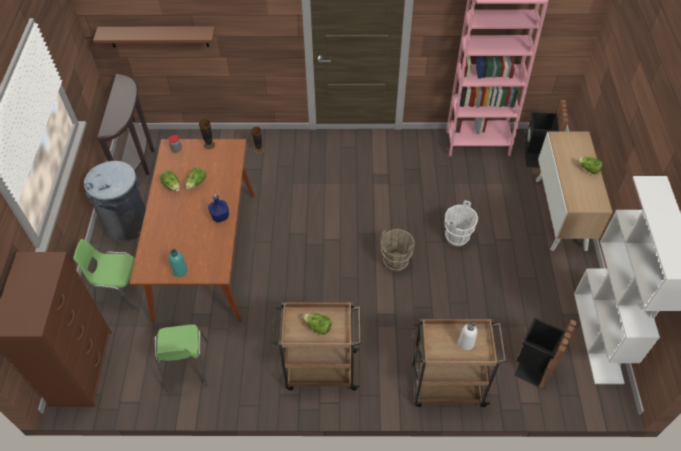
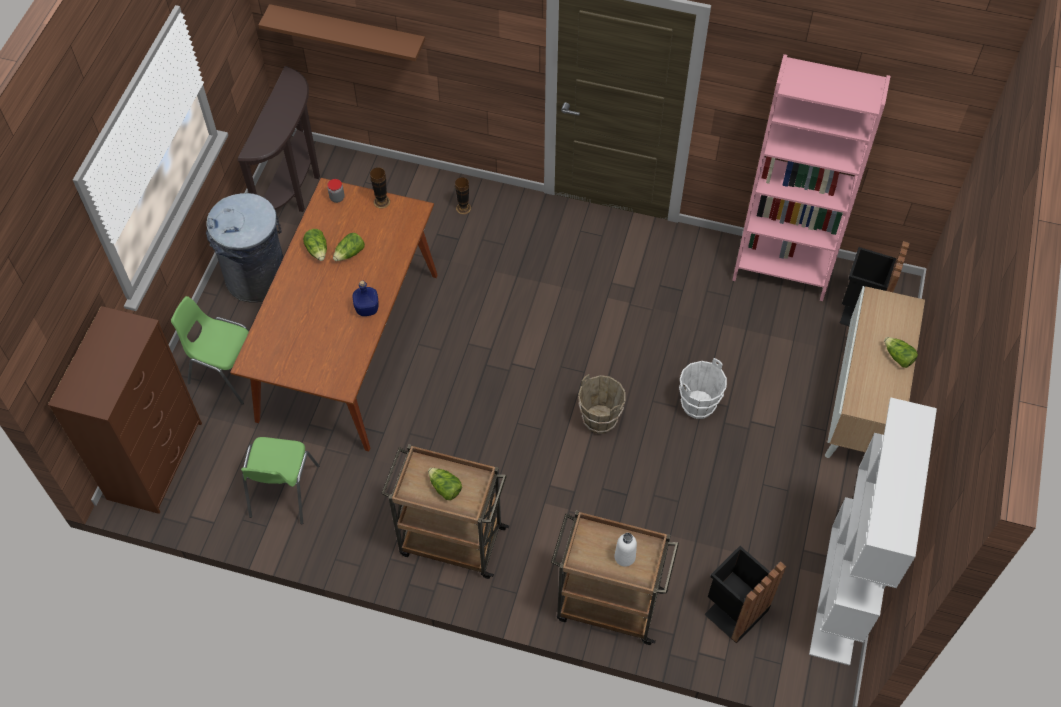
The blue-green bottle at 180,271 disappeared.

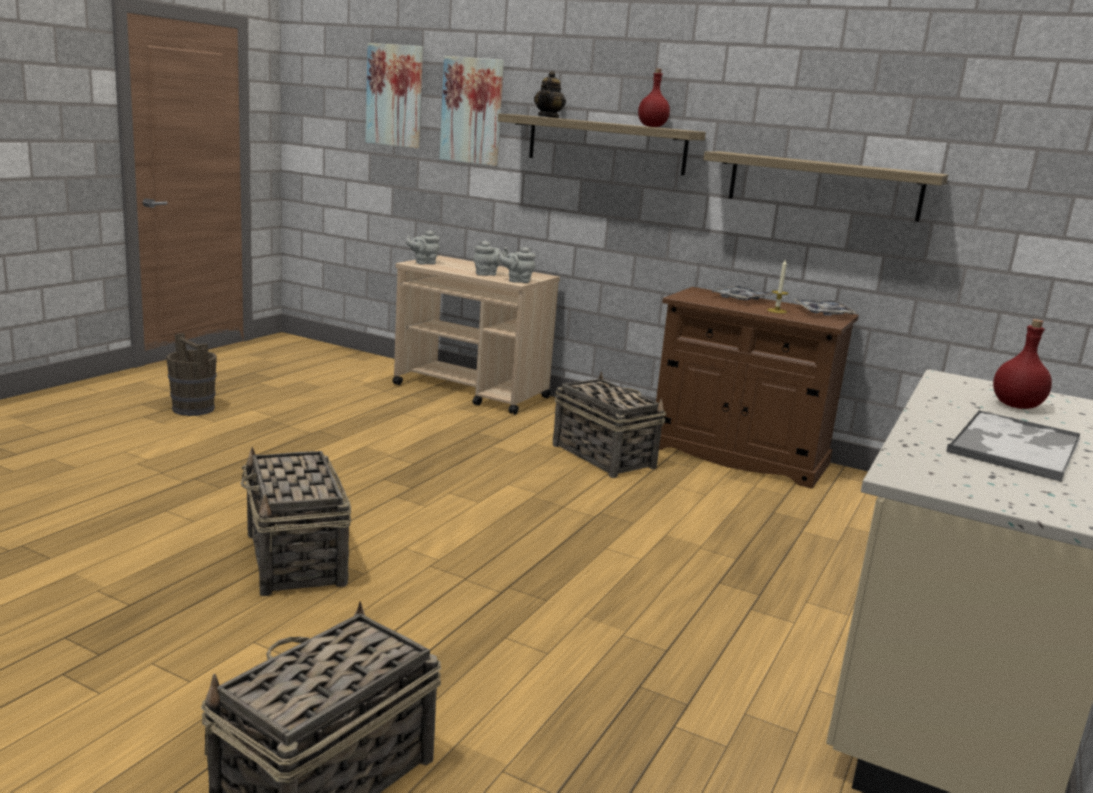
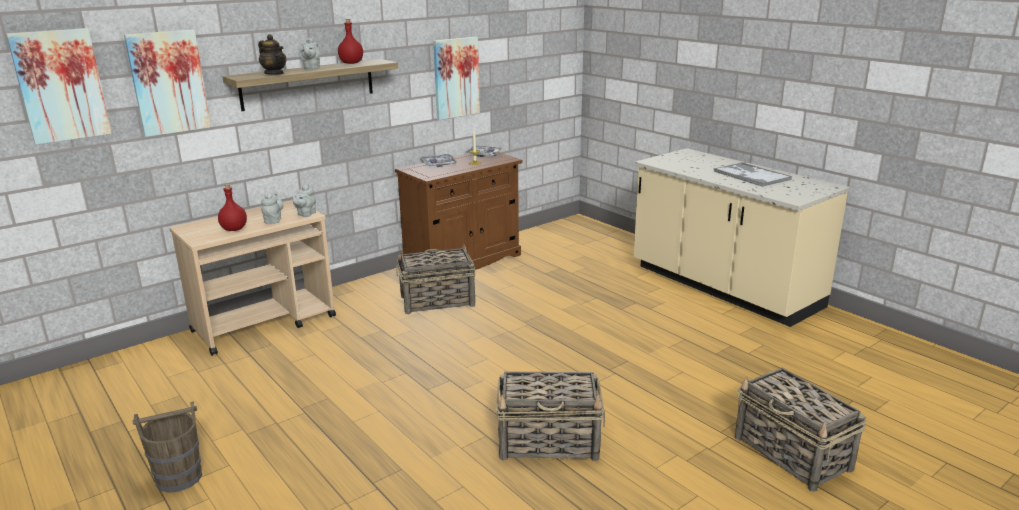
The gray pot for tea moved from 423,263 to 311,68. The bracket shelf at 823,186 was replaced by the picture at 456,78. The reddish bottle moved from 1016,406 to 234,229.

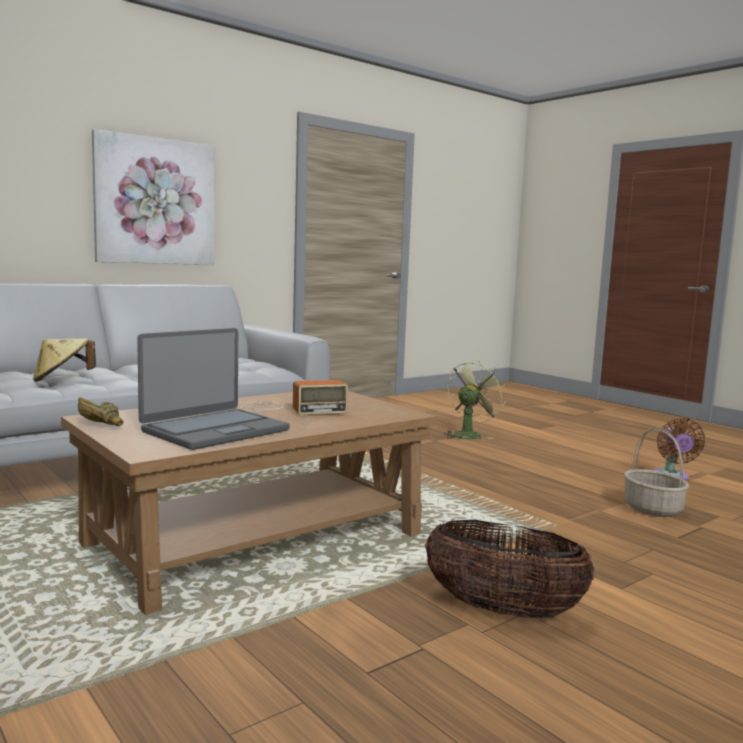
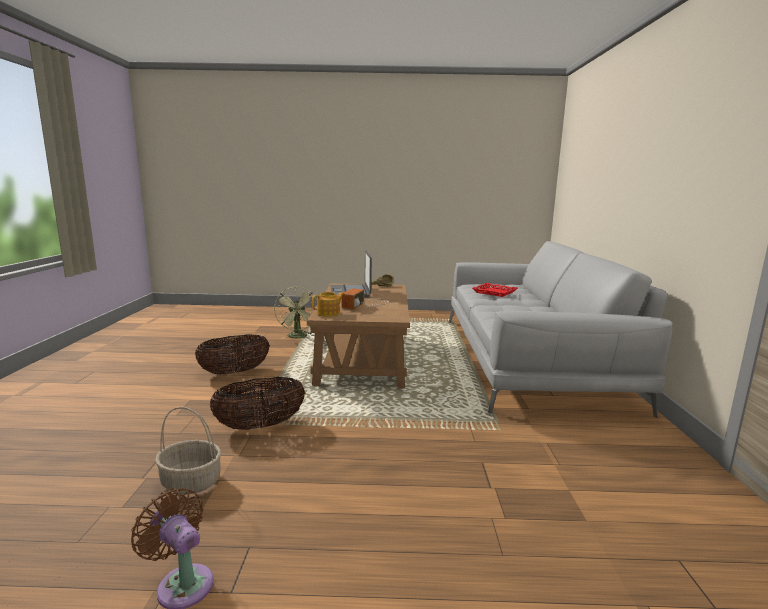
The beige-coloured clothing hat at 62,379 was replaced by the reddish tray at 494,292. The picture at 155,201 disappeared. The green-coloured electric fan moved from 469,435 to 298,337. The household basket at 260,425 appeared. The pot for tea at 329,313 appeared.

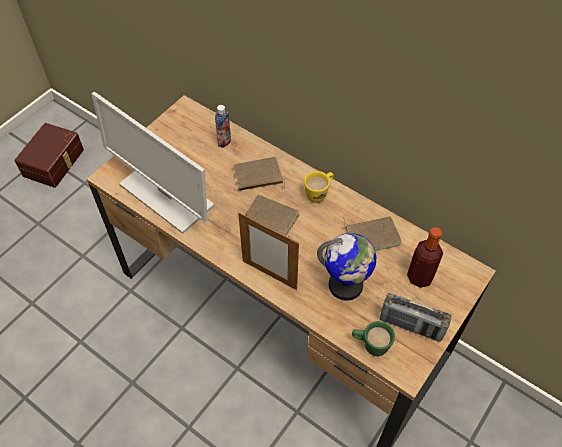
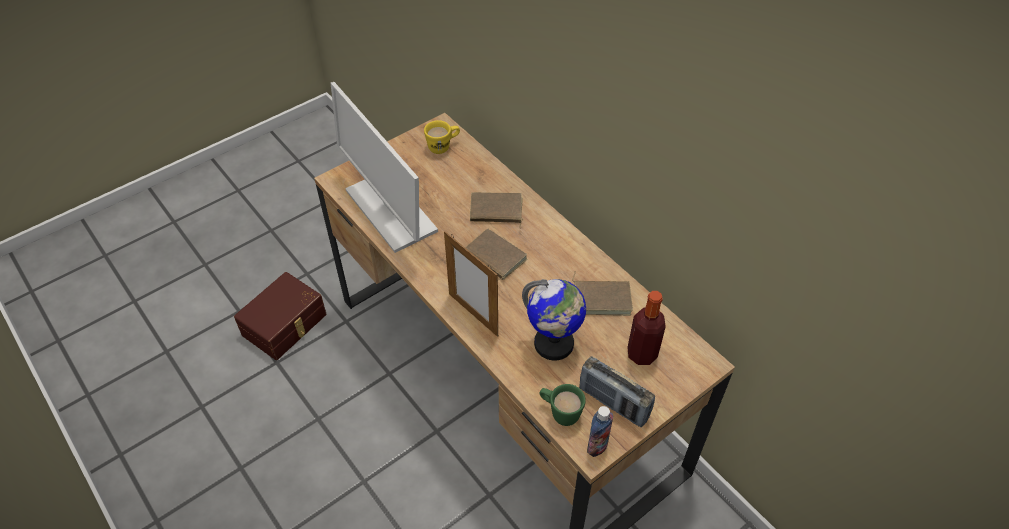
The brownish storage bin moved from 55,163 to 286,325. The bottle moved from 224,141 to 597,446. The yellow tea mug moved from 319,193 to 443,146.

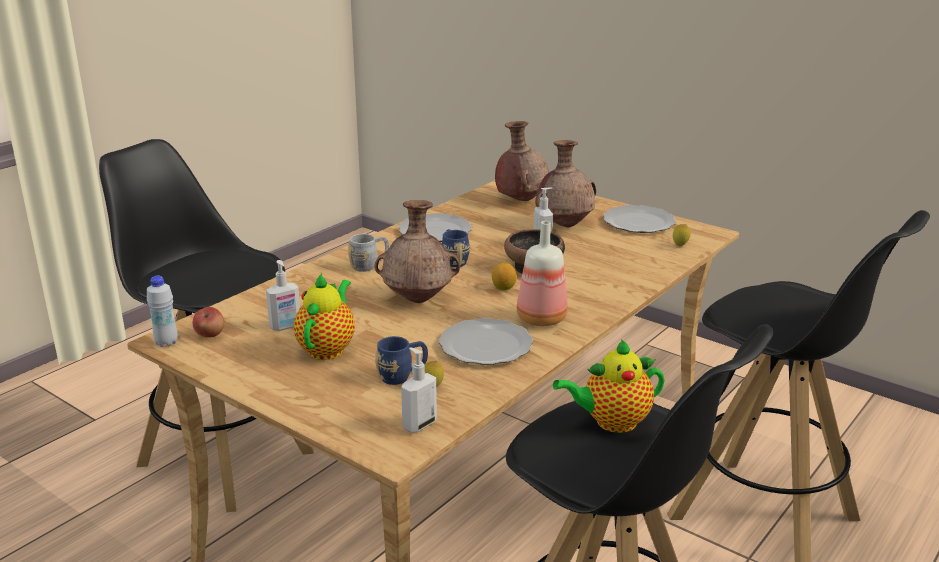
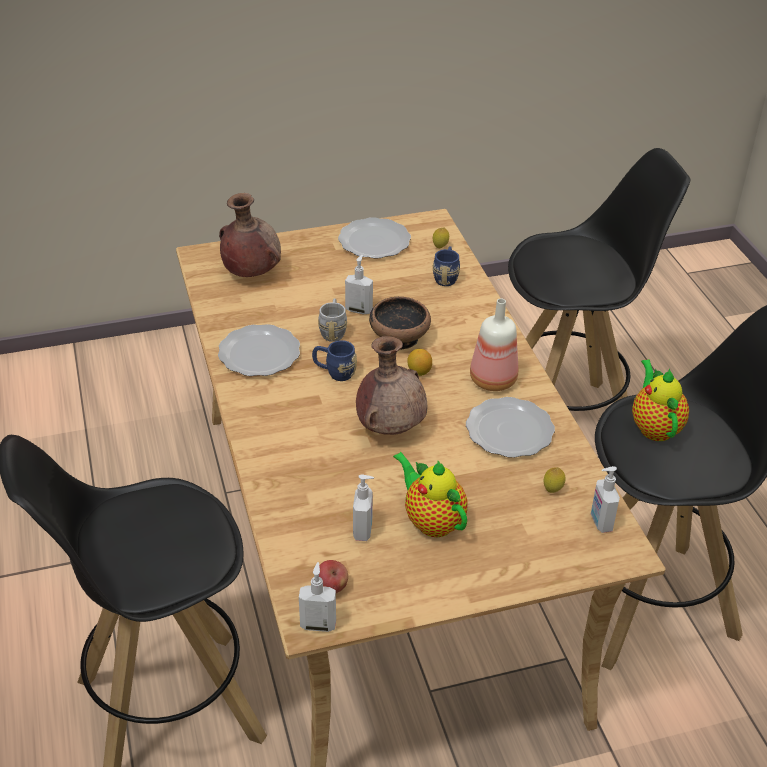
The whitish bottle at 166,342 was replaced by the soap bottle at 318,624. The gray tea mug moved from 369,265 to 333,330. The blue-coloured tea mug moved from 402,376 to 446,276. The brownish flower vase at 565,225 disappeared. The pot for tea at 611,422 turned 150 degrees clockwise.

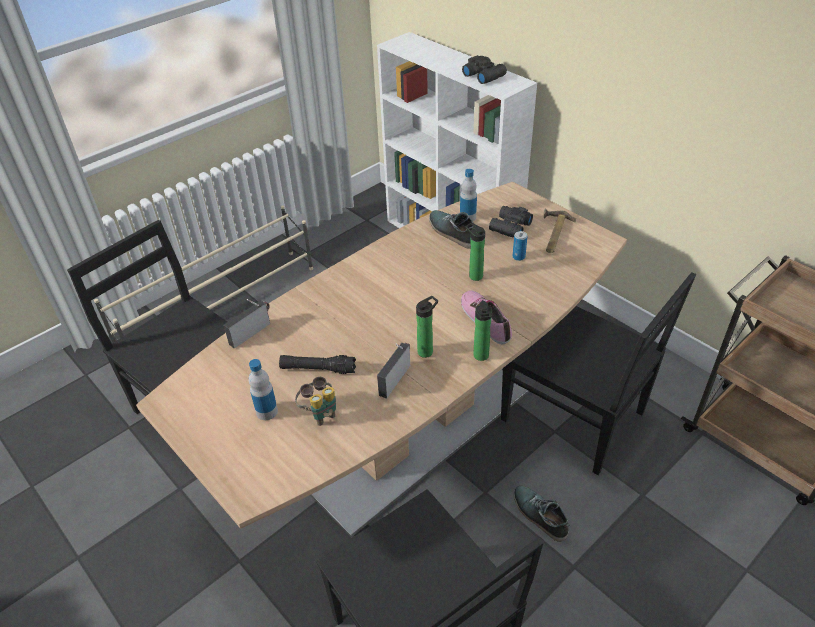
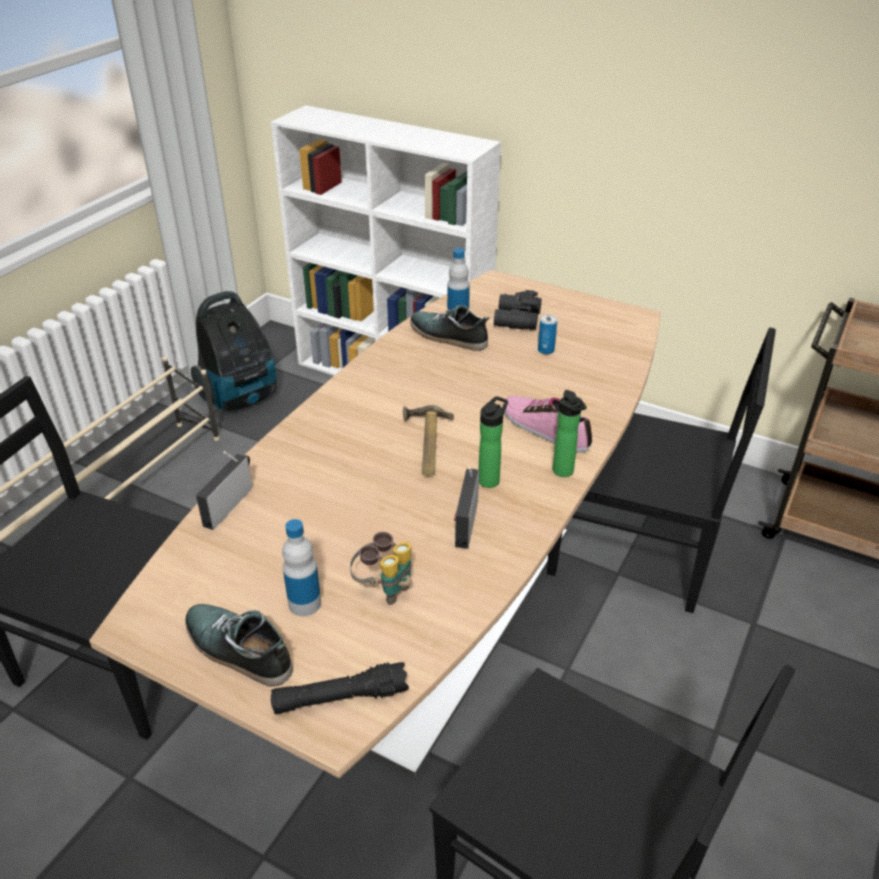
The blackish flashlight moved from 318,369 to 340,698. The blackish pair of binoculars at 484,75 disappeared. The bottle at 474,275 disappeared. The item of footwear moved from 539,515 to 237,650. The hammer moved from 553,234 to 425,444. The vacuum cleaner at 241,397 appeared.

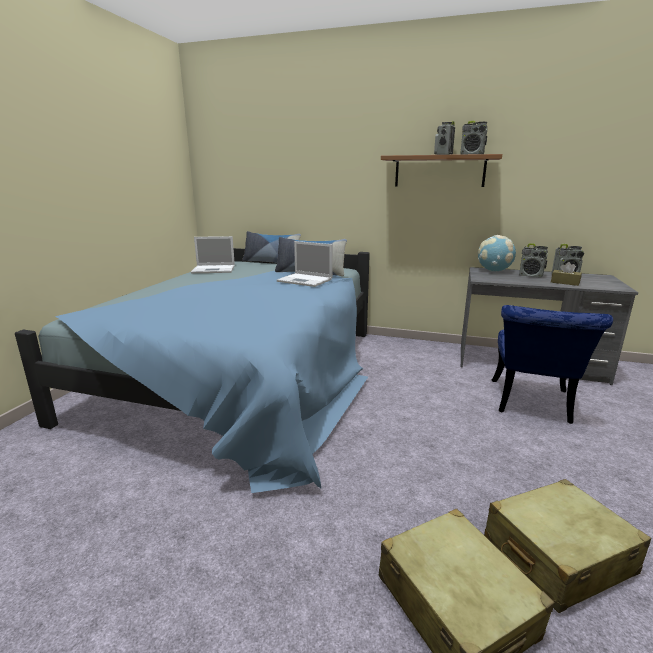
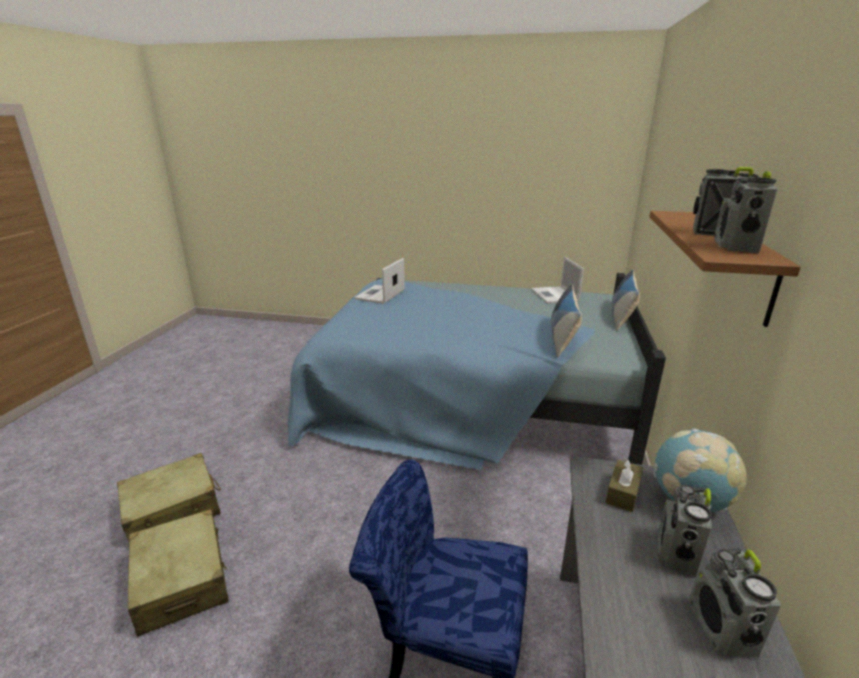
The notebook computer moved from 306,280 to 379,295. The brownish tissue box moved from 565,282 to 623,493.

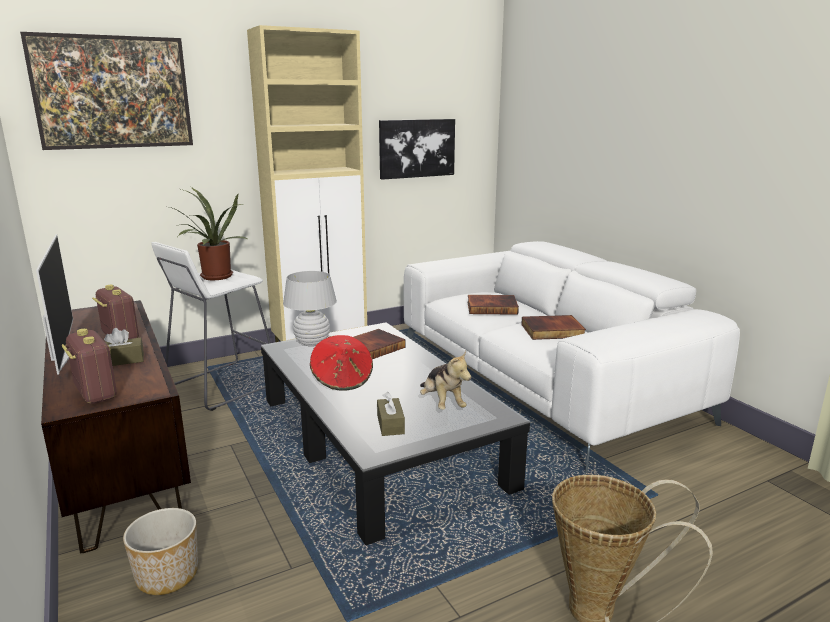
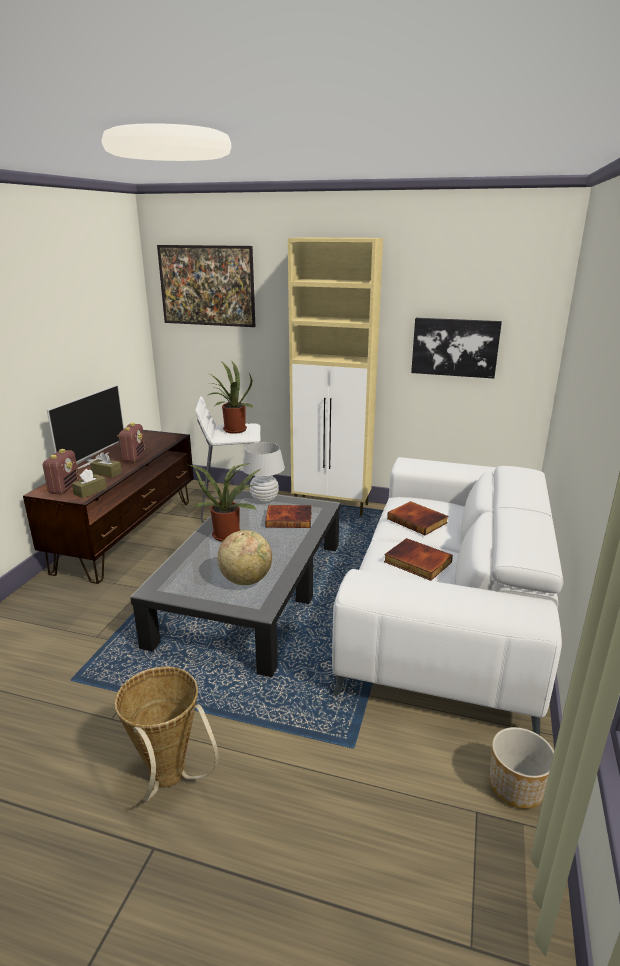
The planter moved from 168,575 to 517,787. The reddish clothing hat at 342,380 was replaced by the potted plant at 228,534. The brownish tissue box moved from 390,424 to 90,491. The plush toy at 442,404 was replaced by the desk globe at 246,580.

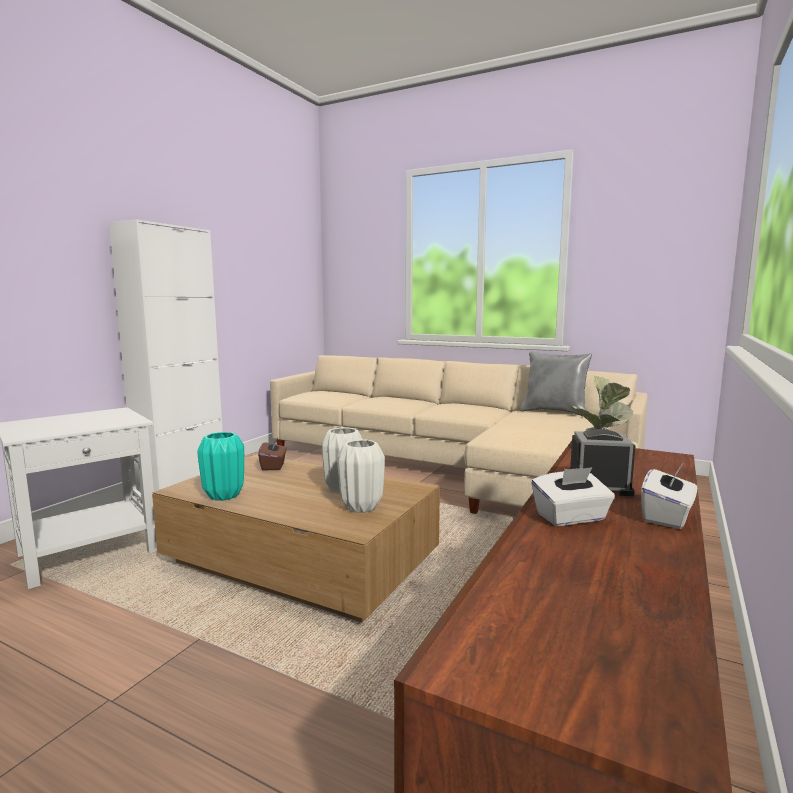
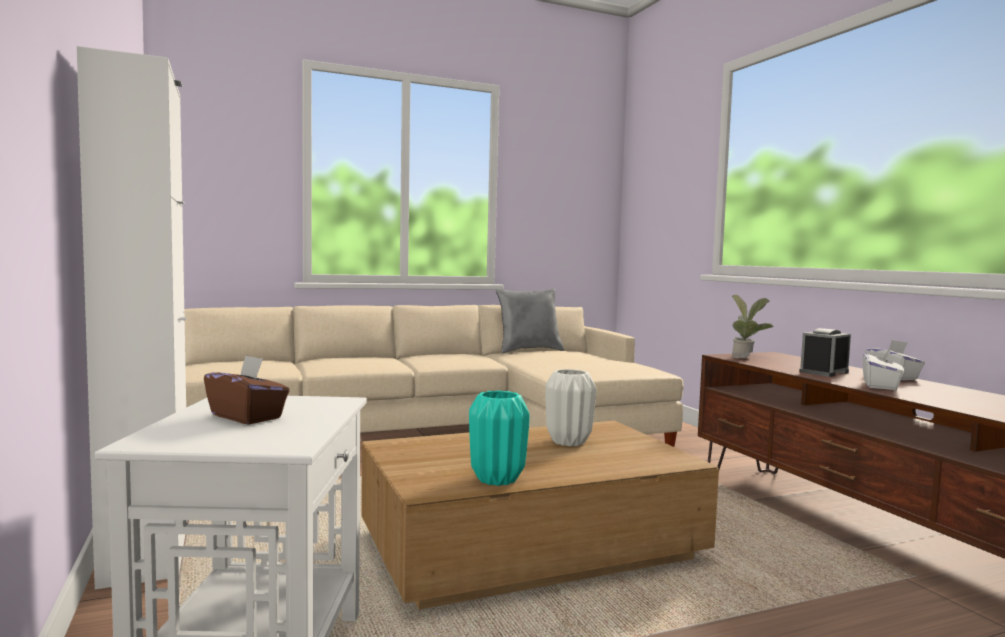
The brownish tissue box moved from 273,466 to 247,417. The whitish flower vase at 361,507 disappeared.

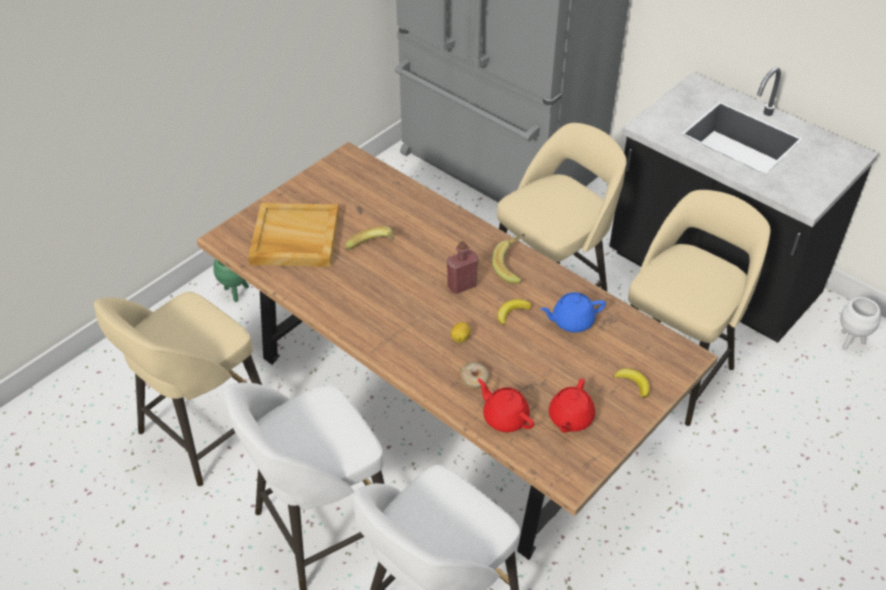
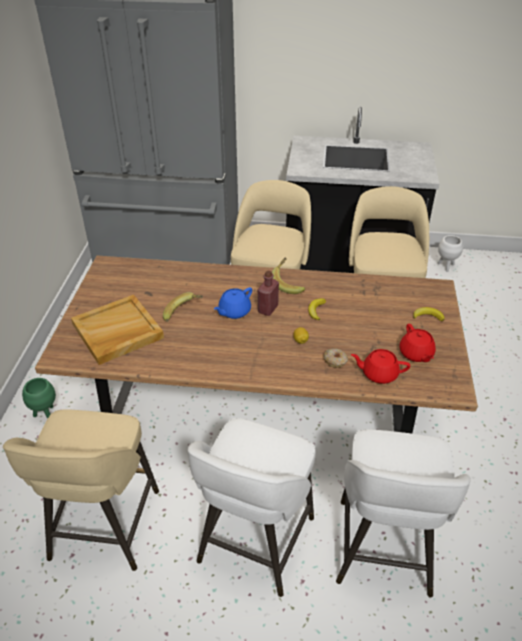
The blue-coloured pot for tea moved from 572,321 to 234,311.

